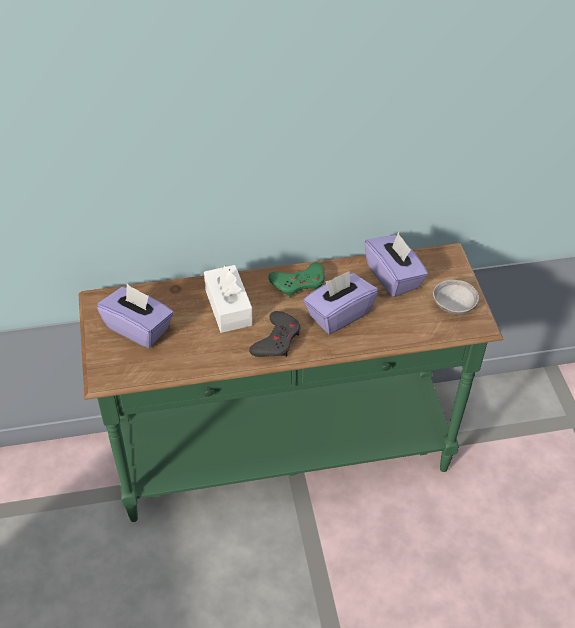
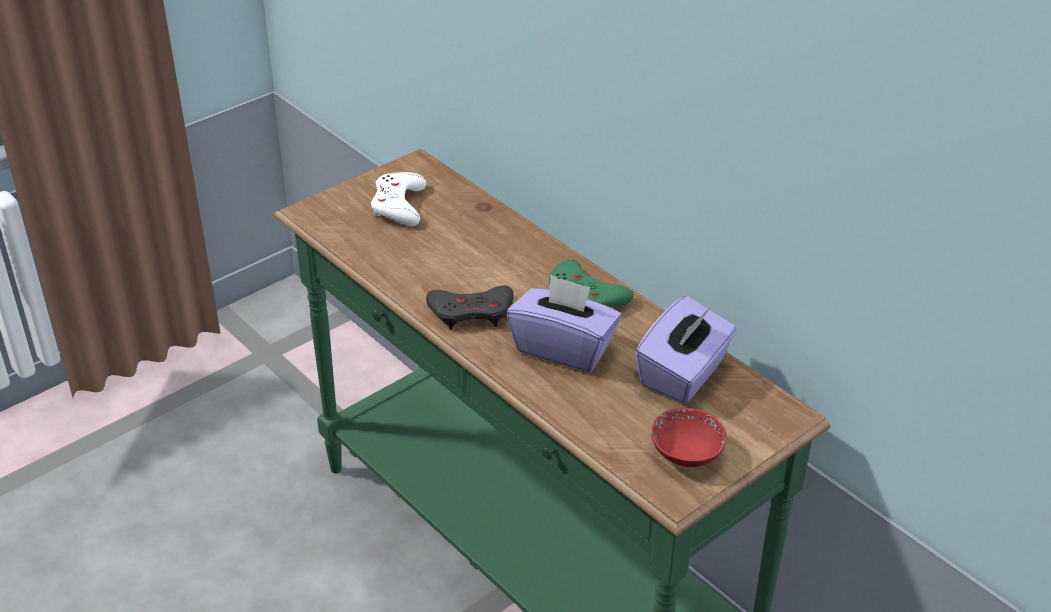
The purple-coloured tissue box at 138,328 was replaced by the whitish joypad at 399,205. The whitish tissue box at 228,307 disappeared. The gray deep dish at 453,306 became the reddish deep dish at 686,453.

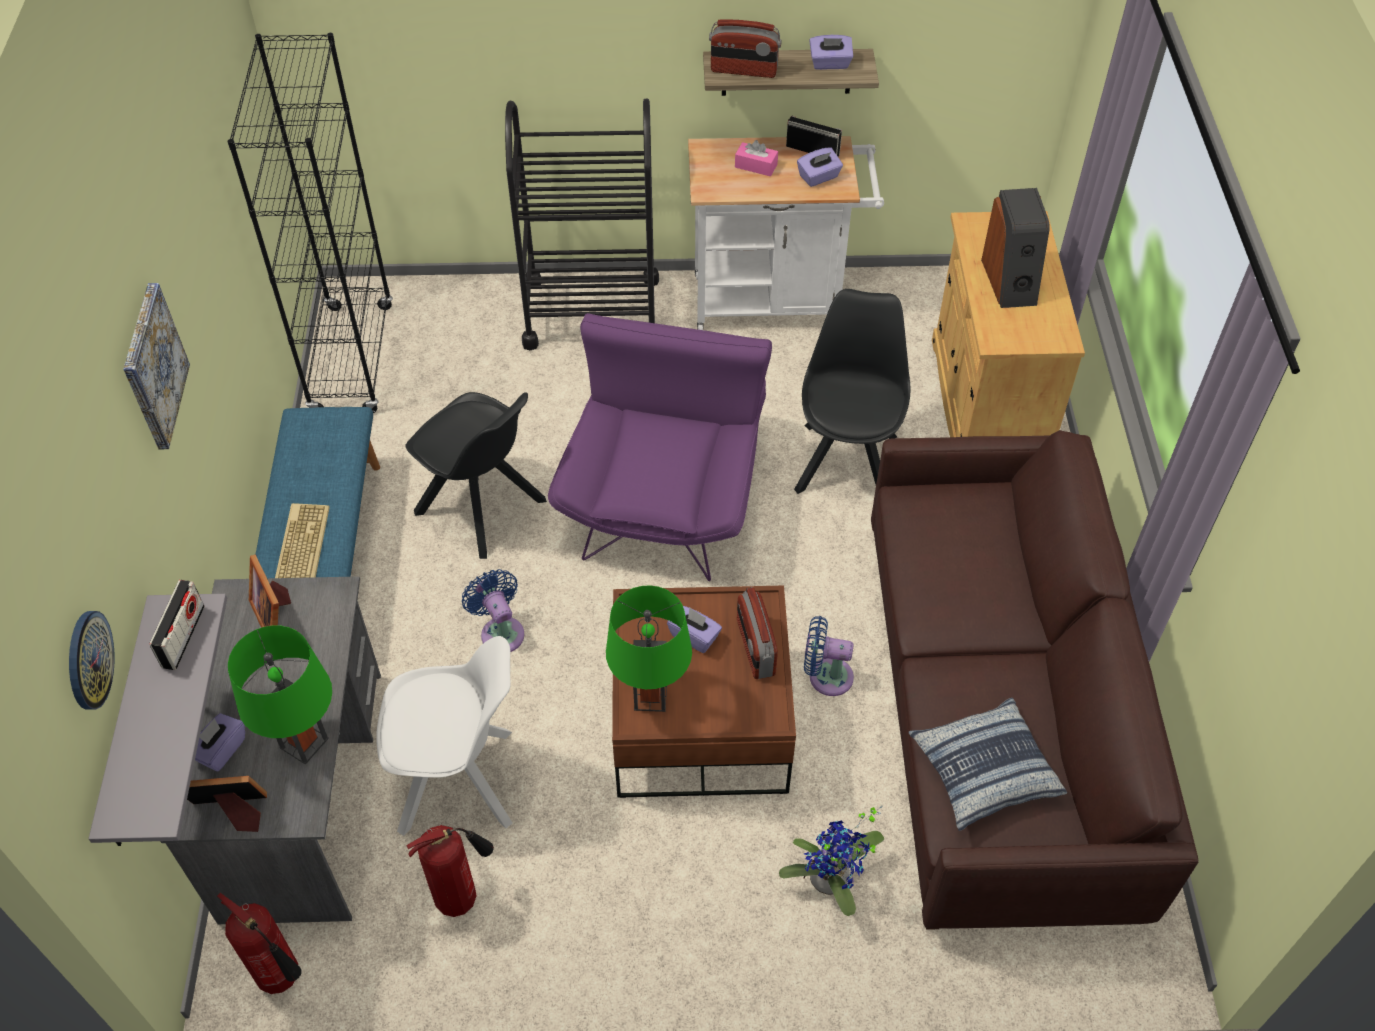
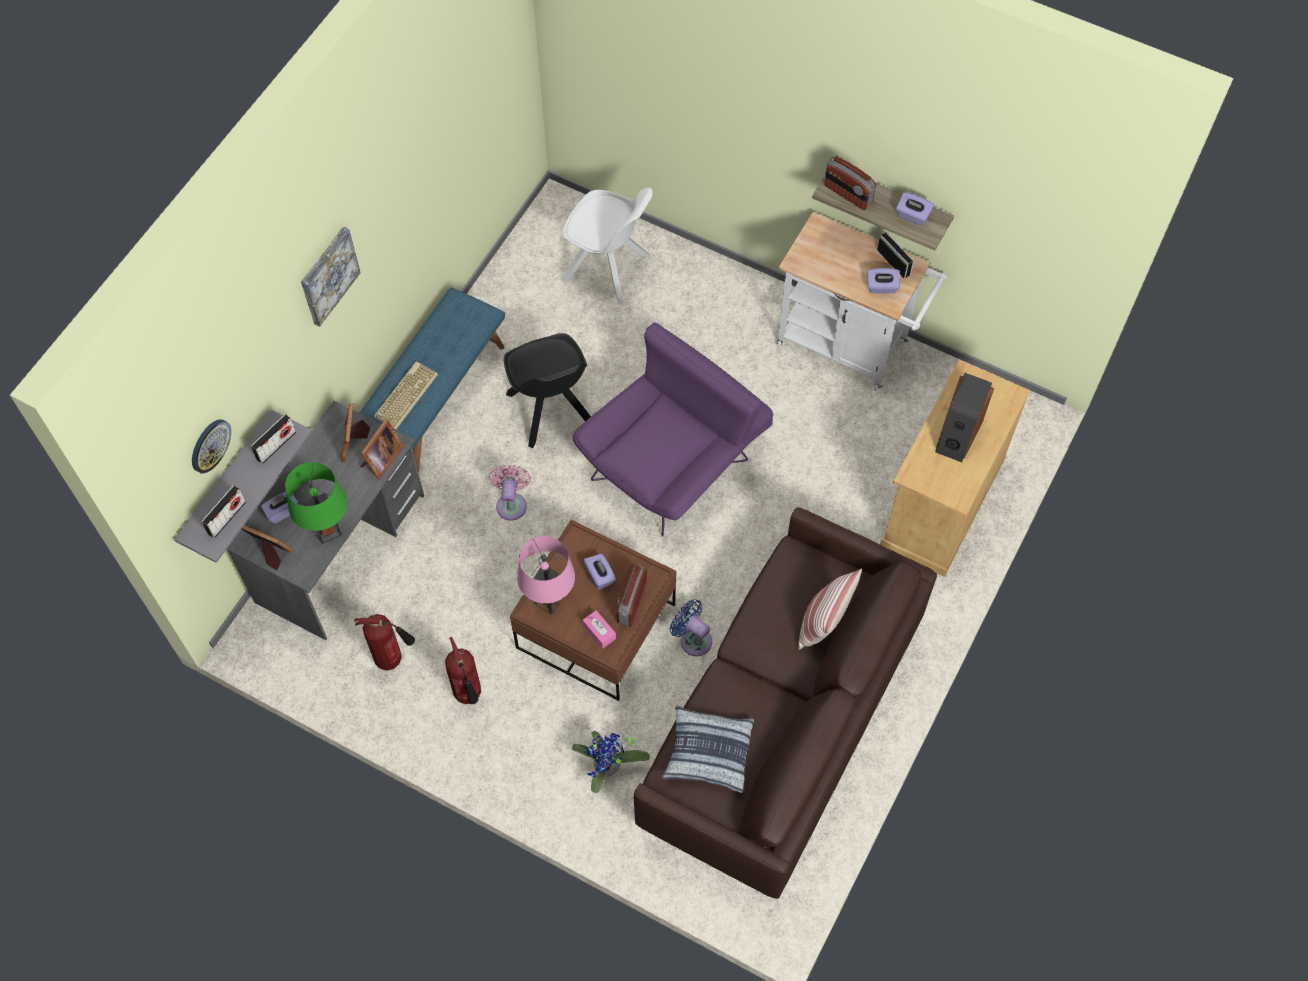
The extinguisher moved from 284,979 to 469,696. The blackish shelving unit at 352,359 disappeared. The whitish upright chair moved from 460,781 to 608,269. The blue-coloured electric fan at 500,631 became the pink electric fan at 512,503. The blackish cart at 592,312 disappeared. The green-coloured lamp for a table at 650,696 became the pink lamp for a table at 549,600. The pink tissue box moved from 756,166 to 599,632. The blackish upright chair at 847,460 disappeared. The radio set at 227,518 appeared. The picture frame at 381,460 appeared. The cushion at 823,622 appeared.

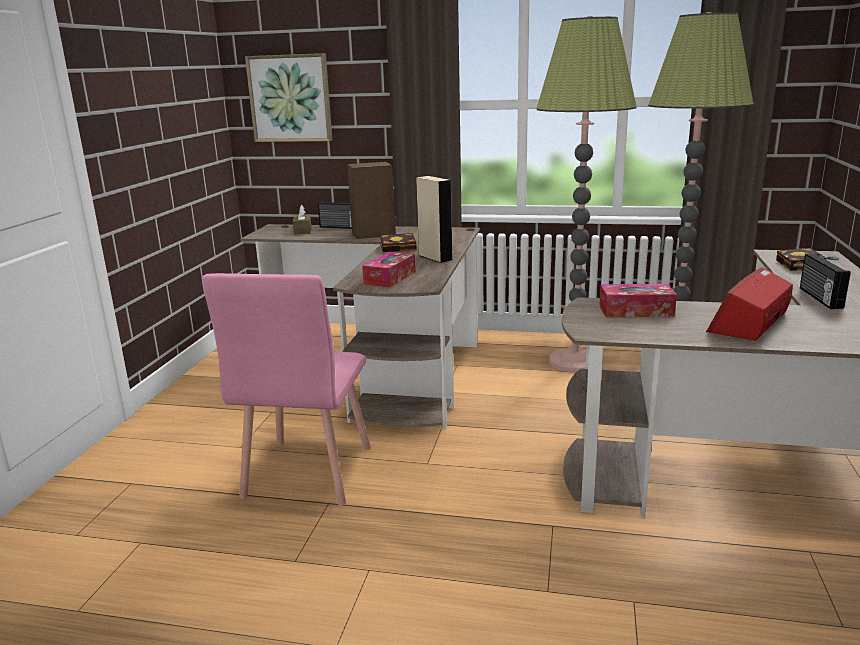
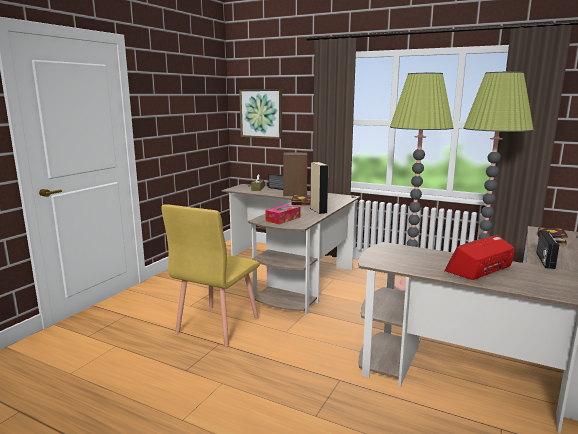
The pink upright chair at 307,472 became the yellow upright chair at 217,325. The tissue box at 636,311 disappeared.

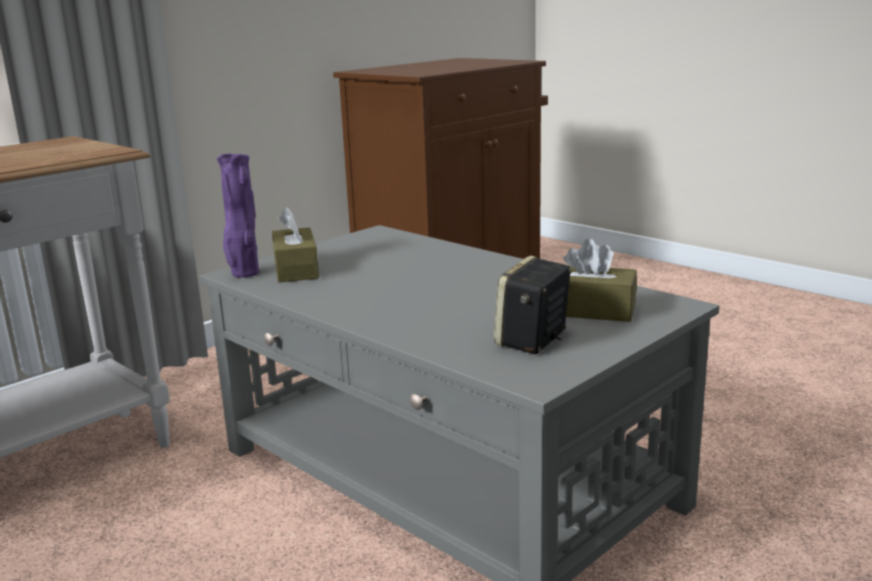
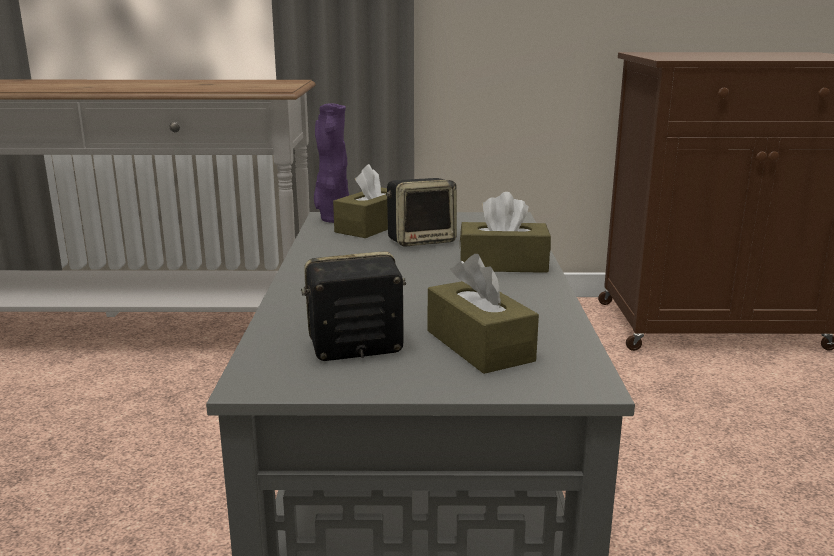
The speaker at 422,240 appeared. The brownish tissue box at 503,264 appeared.

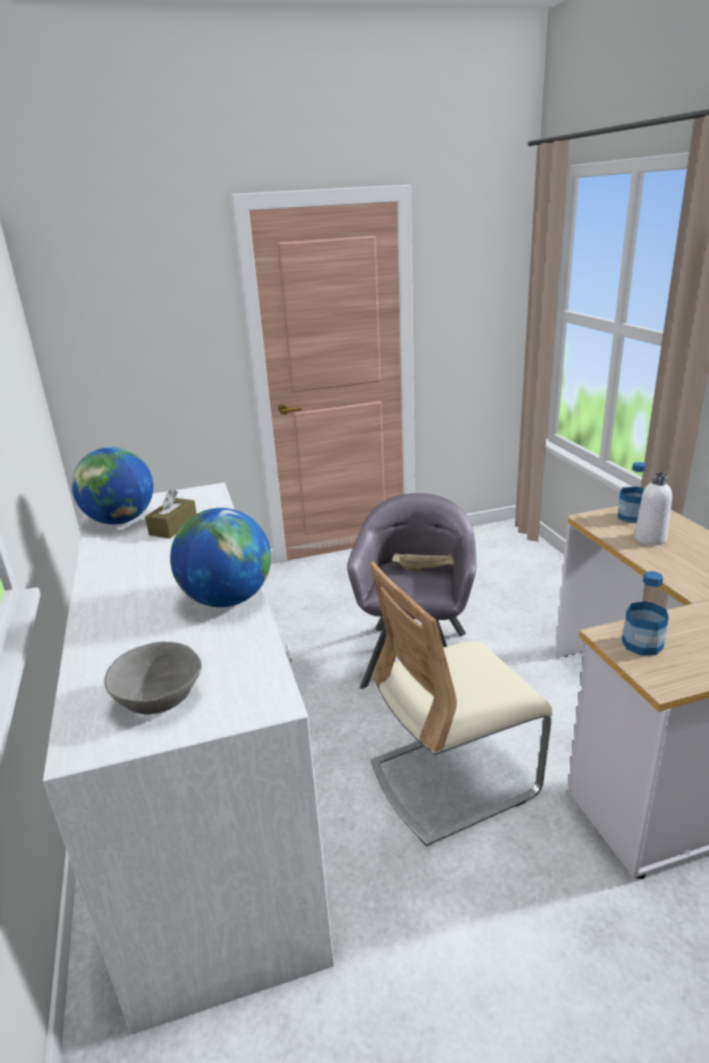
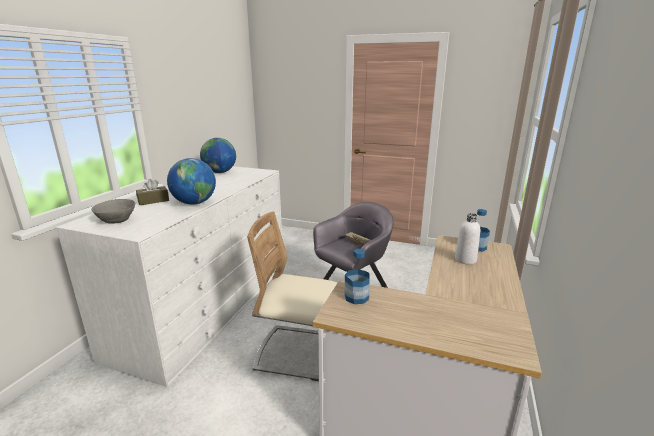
The brownish tissue box moved from 173,527 to 153,201.

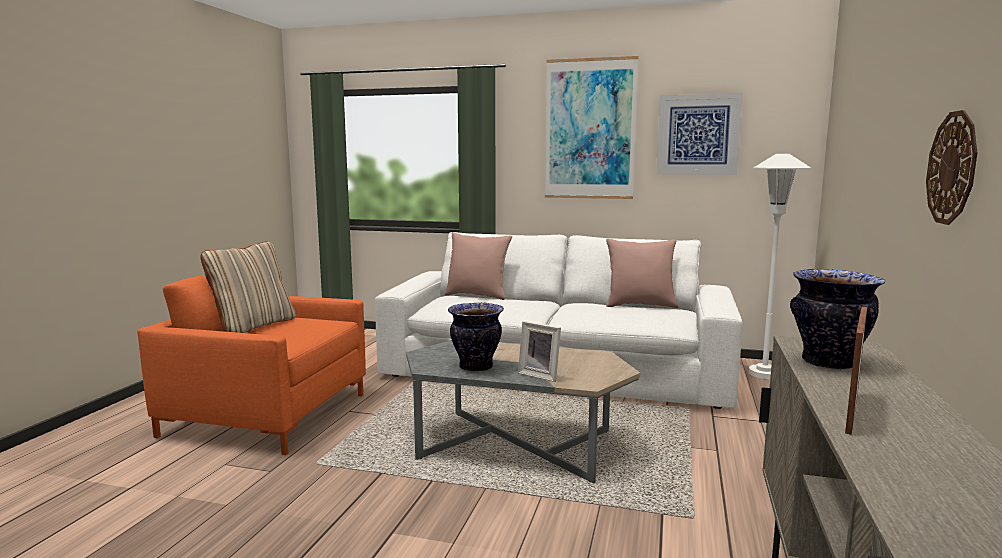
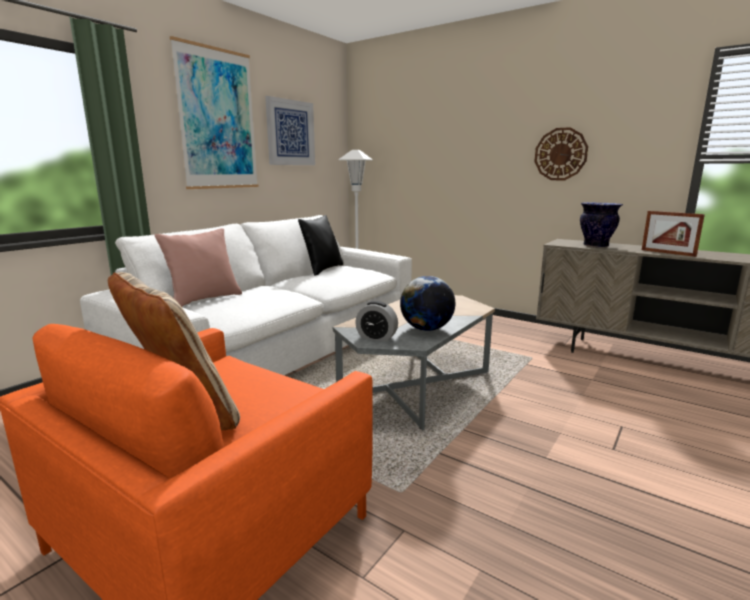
The flower vase at 475,367 was replaced by the desk globe at 426,329. The picture frame at 540,375 disappeared. The pink cushion at 640,305 became the blackish cushion at 322,269. The table clock at 376,337 appeared.

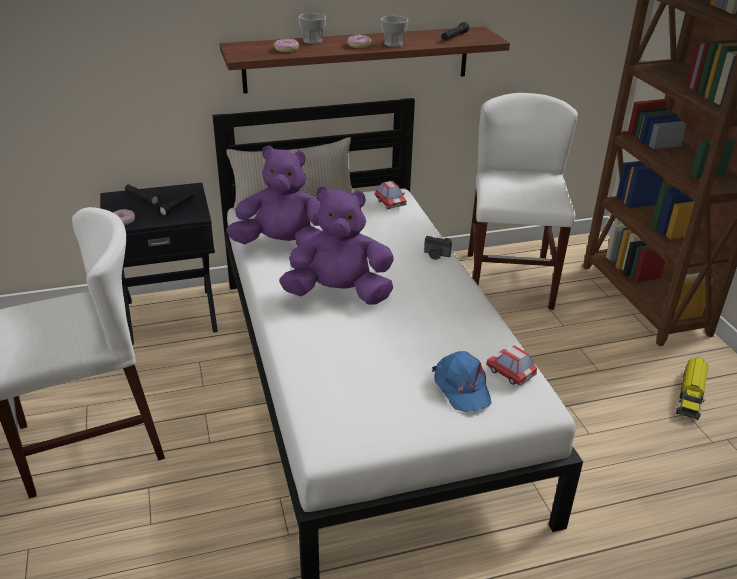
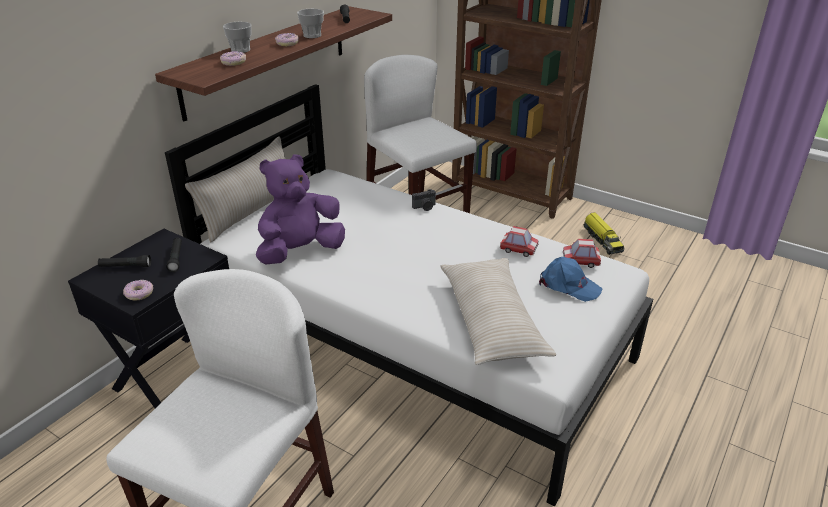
The purple-coloured plush toy at 339,294 disappeared. The miniature car moved from 390,203 to 518,249. The beige-coloured cushion at 492,321 appeared.

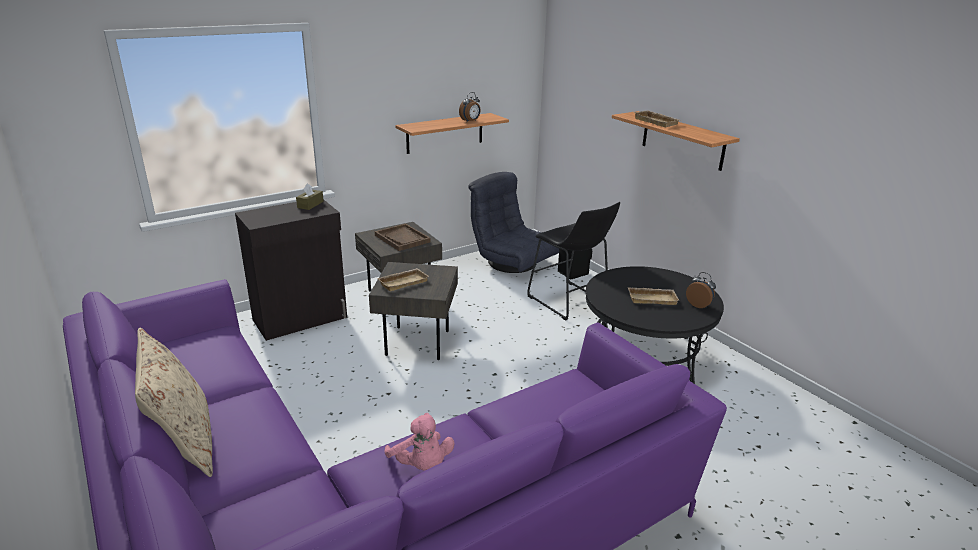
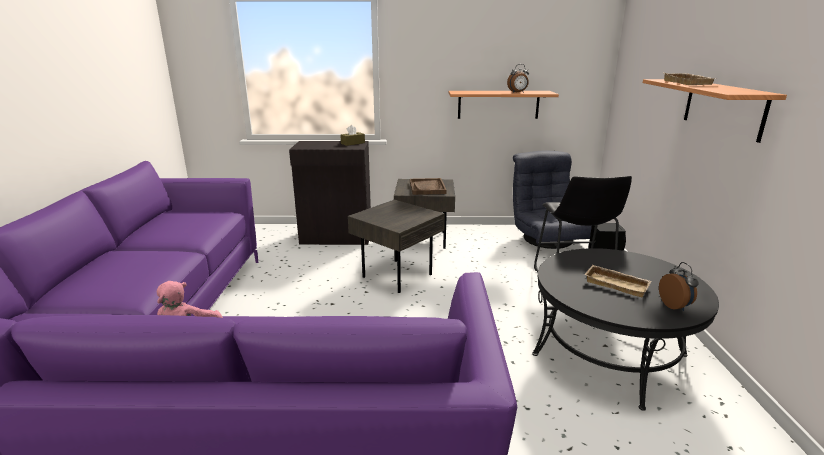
The beige-coloured cushion at 185,443 disappeared. The beige-coloured tray at 403,282 disappeared.

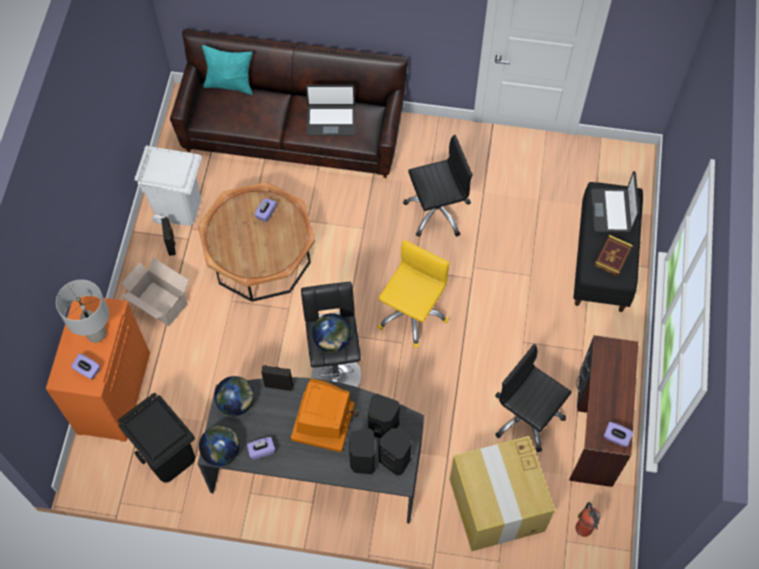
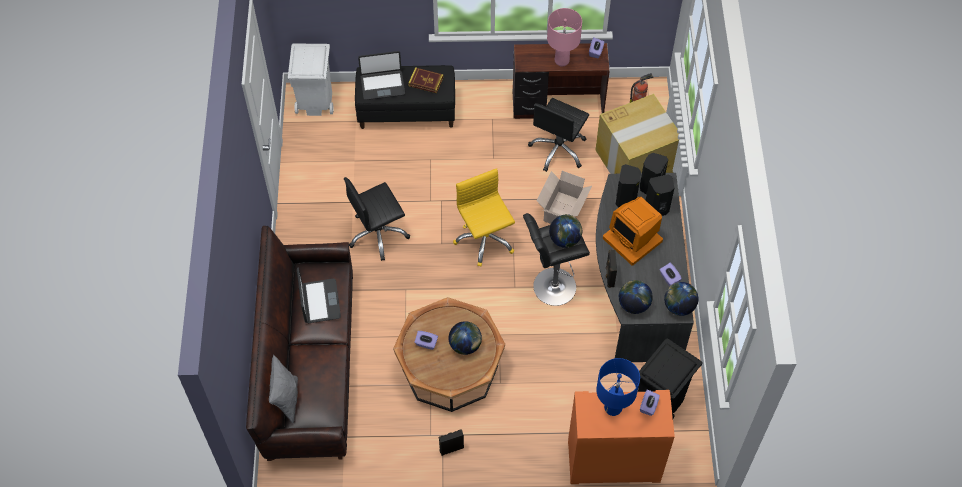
The gray lamp for a table at 97,334 became the blue-coloured lamp for a table at 613,408. The cardboard box moved from 160,302 to 561,211. The whitish rubbish bin moved from 179,207 to 315,102. The blue-green cushion at 230,84 became the gray cushion at 286,399. The monitor at 324,422 turned 45 degrees clockwise. The yellow desk chair at 411,314 turned 45 degrees clockwise. The blackish desk chair at 437,211 turned 90 degrees counterclockwise. The desk globe at 465,345 appeared. The pink lamp for a table at 562,61 appeared.

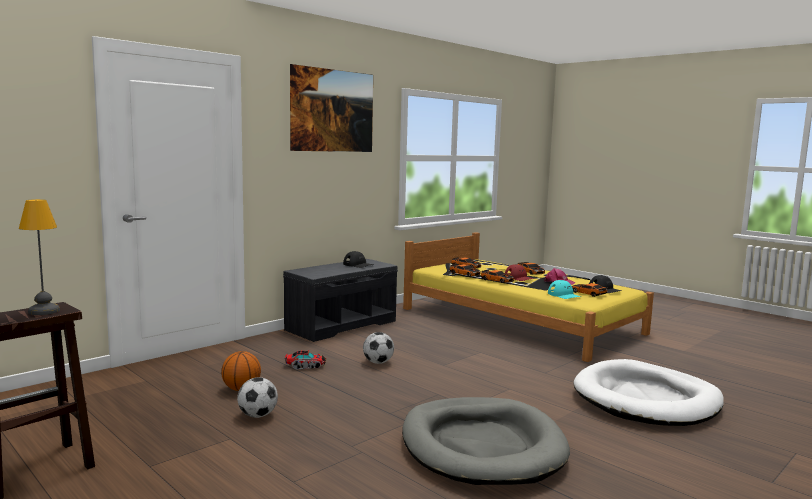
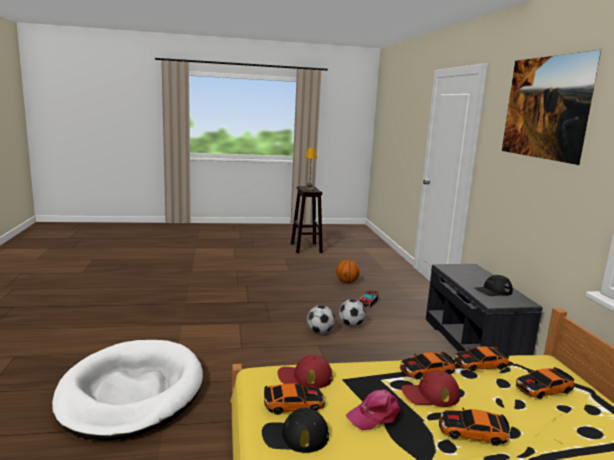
The football moved from 257,415 to 320,332. The gray pet bed at 482,446 disappeared. The blue-green baseball cap at 564,295 became the reddish baseball cap at 304,377.

